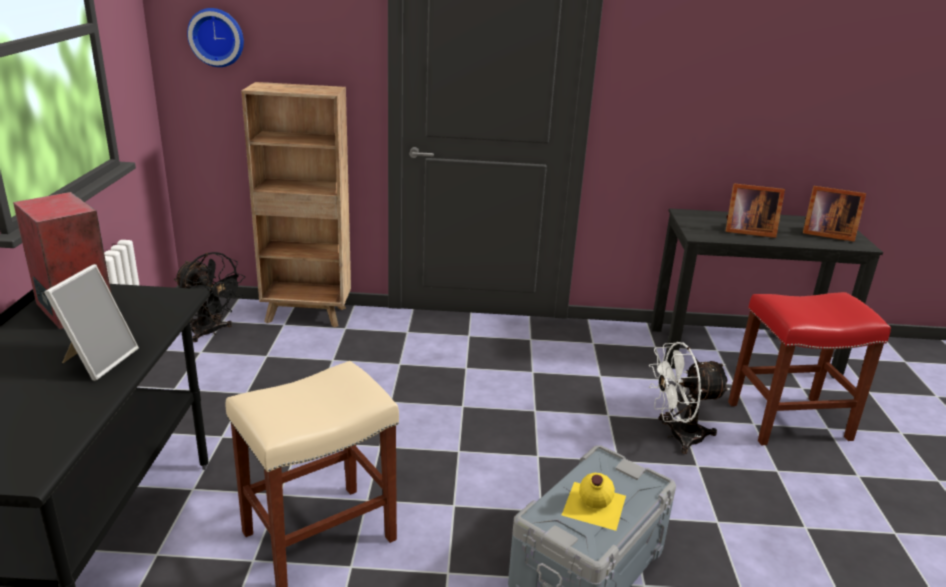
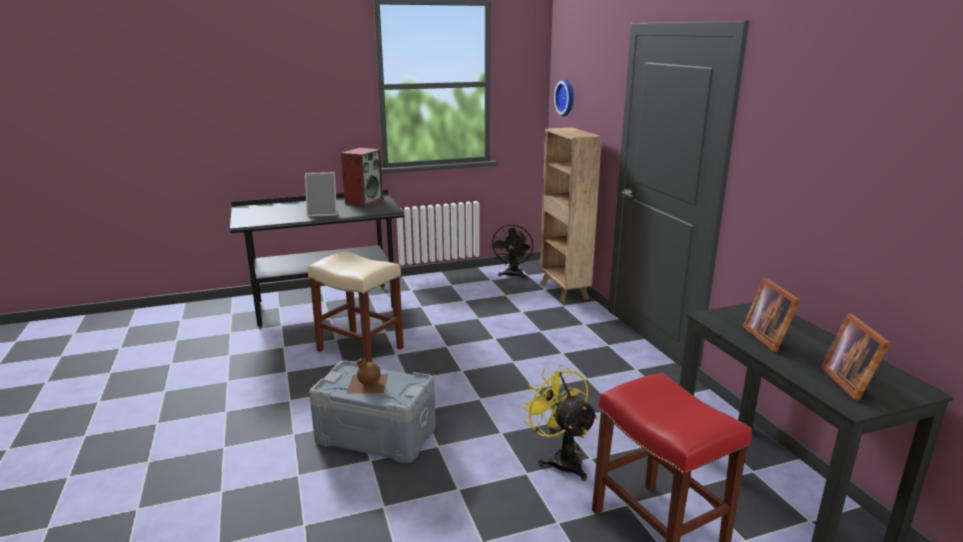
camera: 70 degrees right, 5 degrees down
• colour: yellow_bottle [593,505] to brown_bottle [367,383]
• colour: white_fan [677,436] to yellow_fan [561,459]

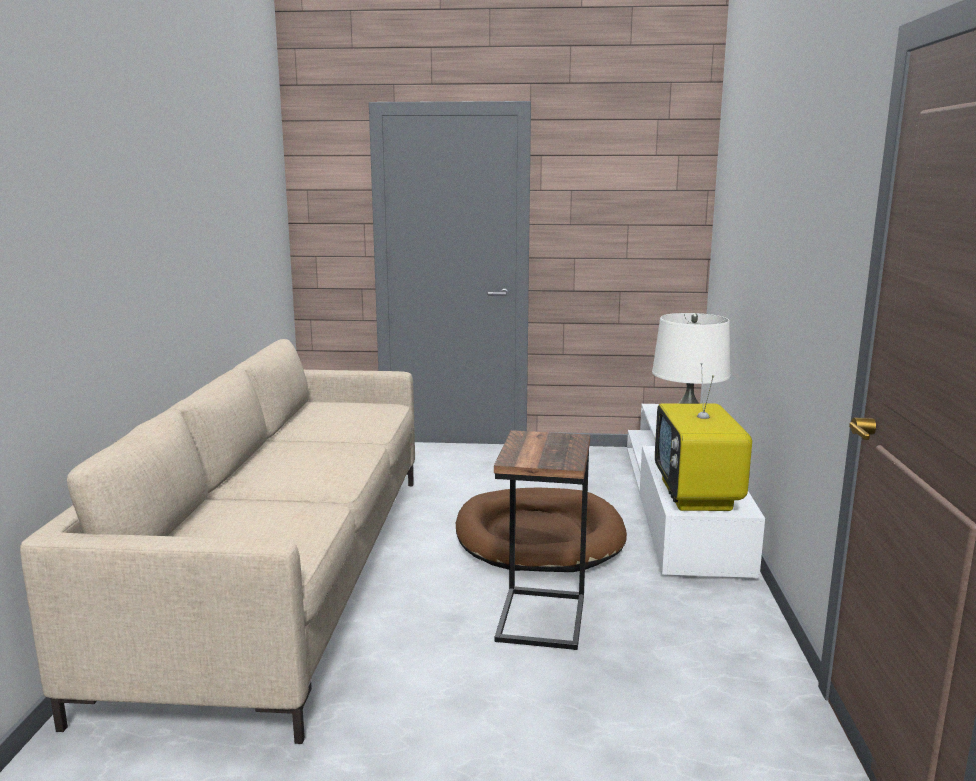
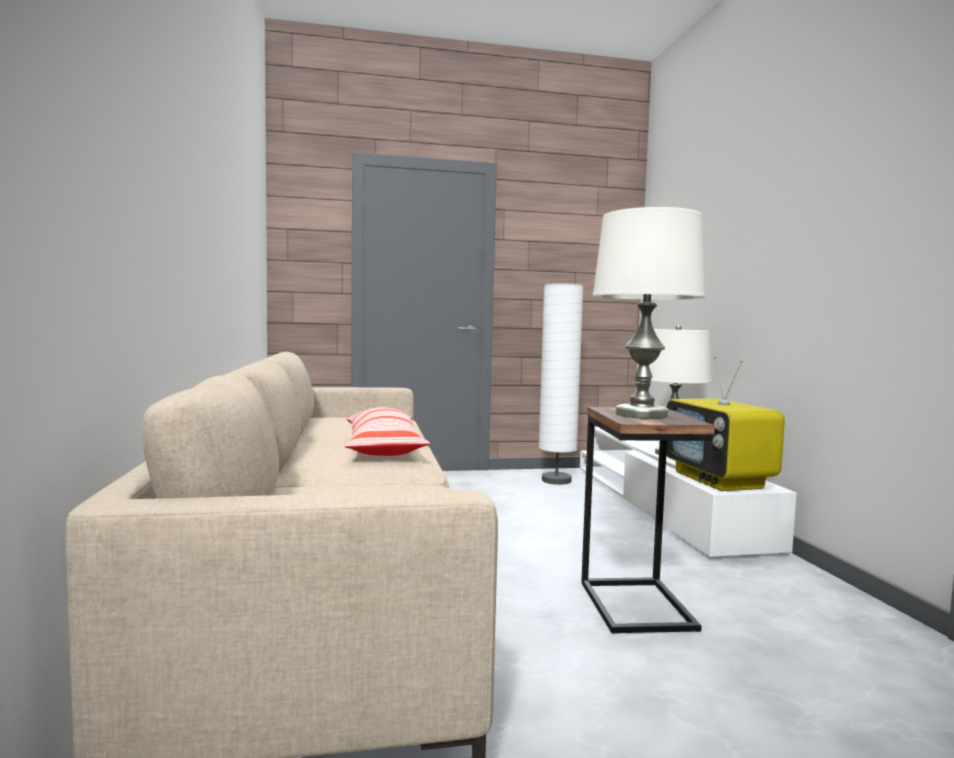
camera: 15 degrees left, 10 degrees down
• missing: brown_dog_bed [539,536]
• appeared: pillow [383,448]
• appeared: white_floor_lamp [556,480]
• appeared: white_table_lamp [641,415]

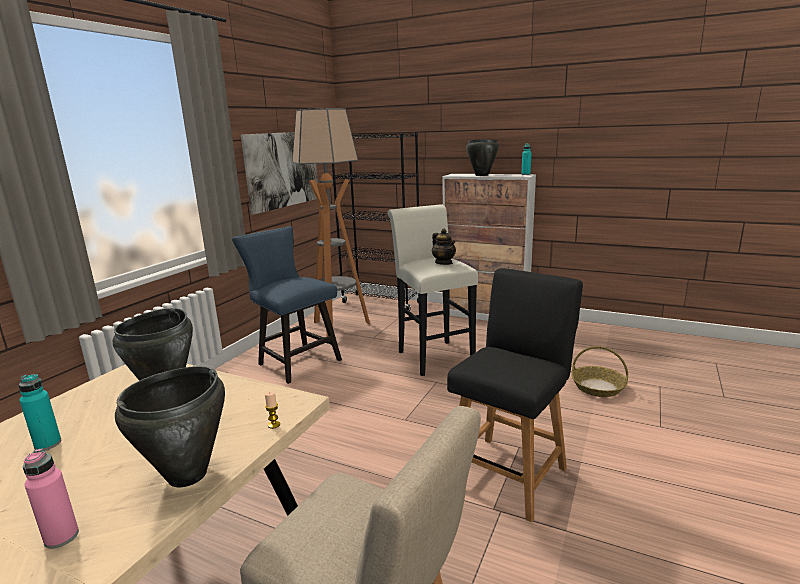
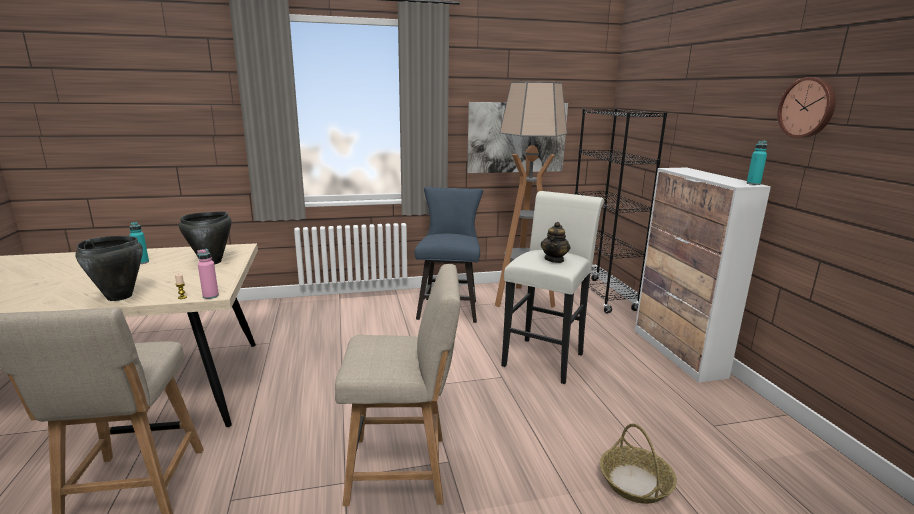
camera: 50 degrees right, 0 degrees up
• relocated: pink_bottle [61,537] to [210,296]
• colour: black_chair [509,472] to beige_chair [403,469]
• missing: black_cooking_pot [481,175]
• appeared: wall_clock [808,108]

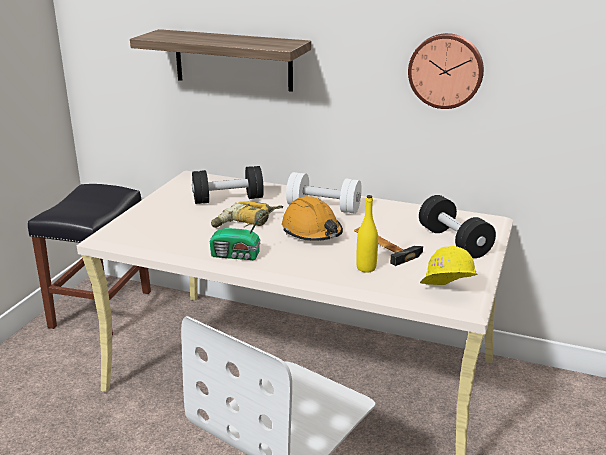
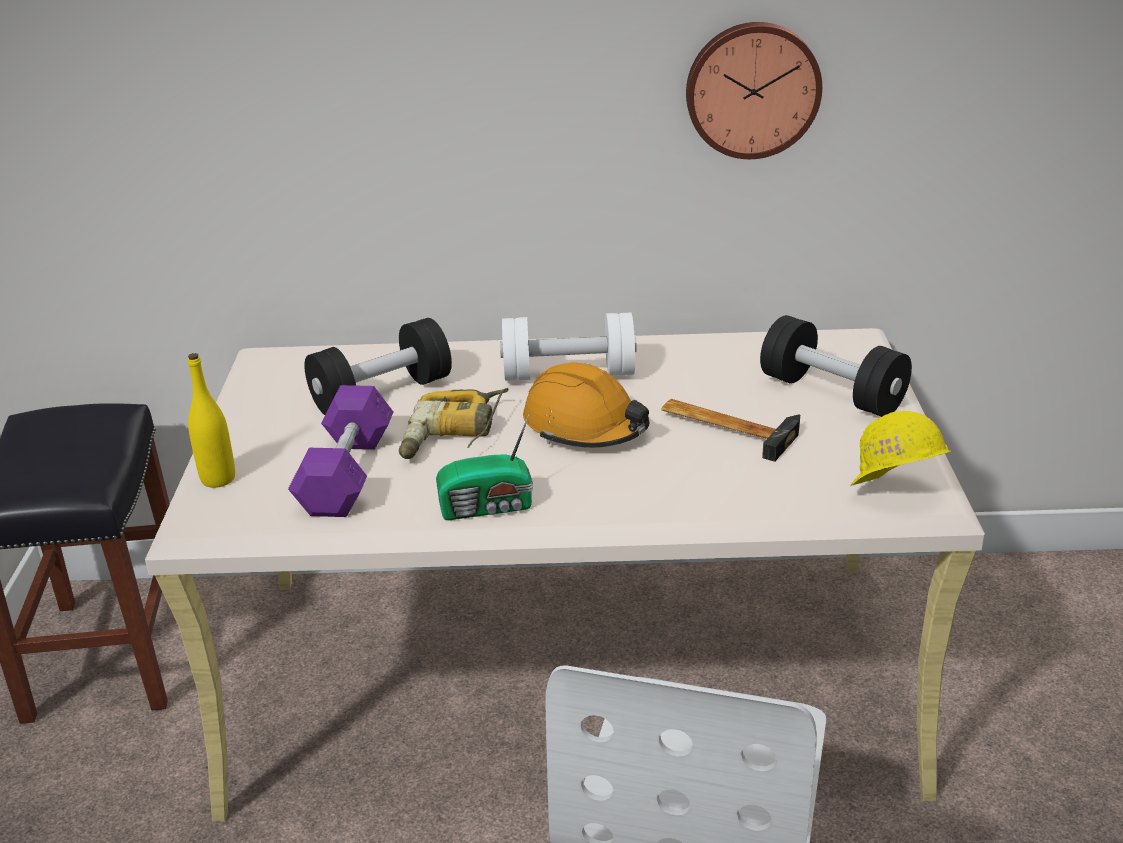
camera: 20 degrees left, 5 degrees up
• missing: shelf [233,60]
• relocated: yellow_bottle [366,268] to [218,479]
• appeared: purple_dumbbell [346,474]

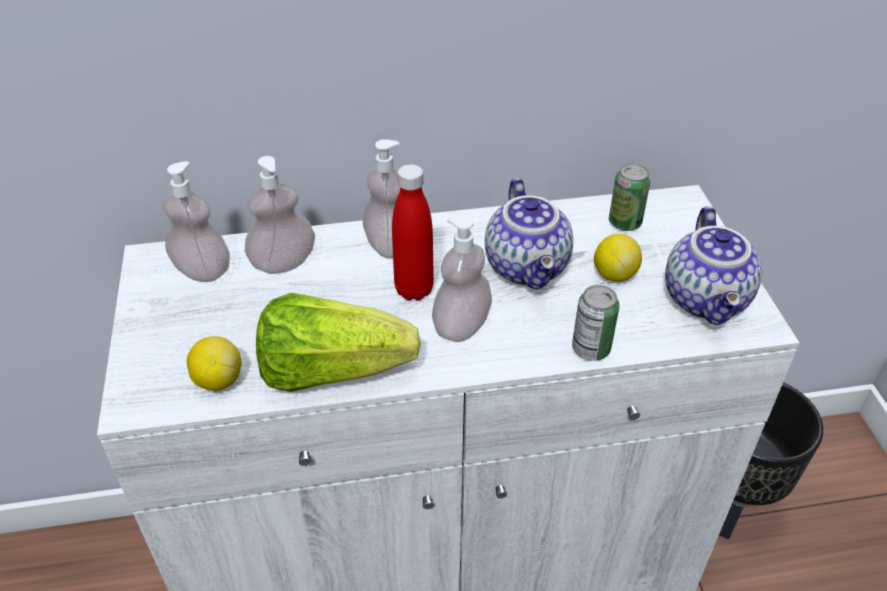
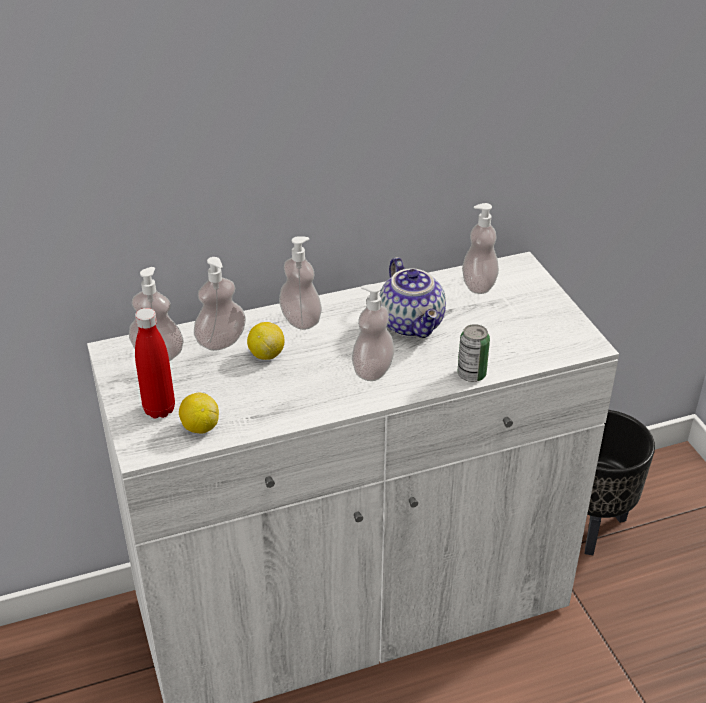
camera: 10 degrees left, 5 degrees down
• missing: lettuce [331,371]
• relocated: red_bottle [414,290] to [159,410]
• relocated: lemon [614,274] to [266,354]
• exchanged: can [624,223] to soap_dispenser [478,285]
• missing: teapot [707,300]

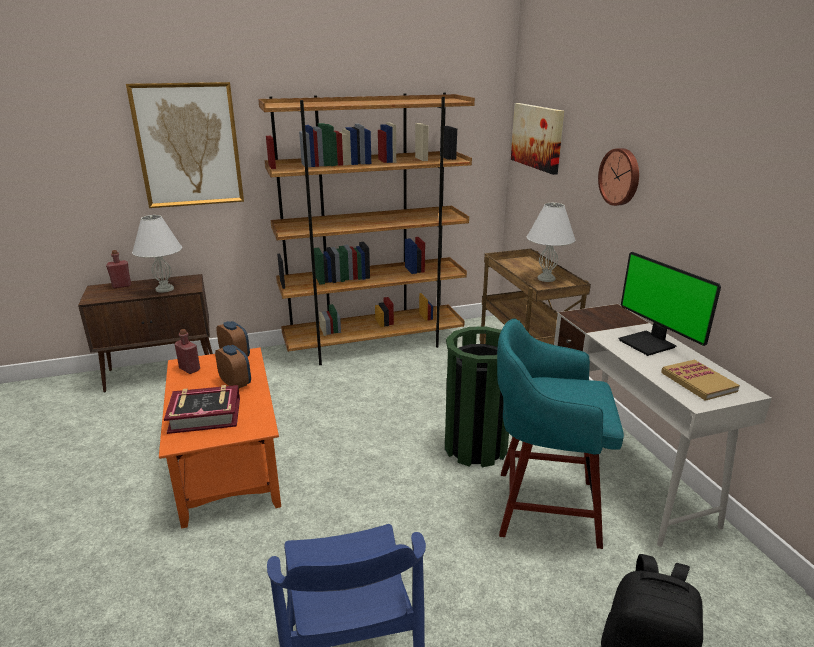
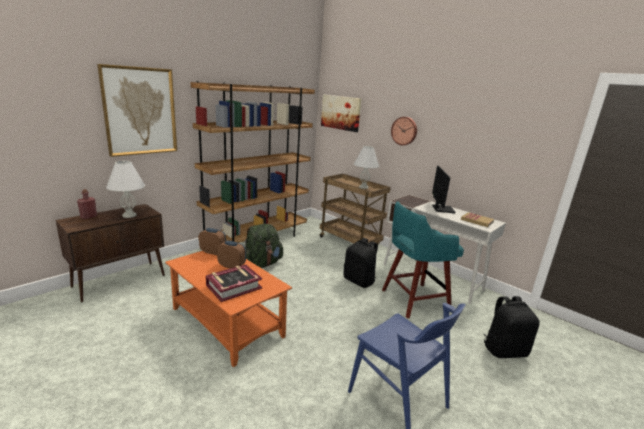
camera: 30 degrees left, 5 degrees down
• missing: red_bottle [189,369]
• exchanged: green_trash_can [475,447] to black_backpack [359,281]
• spun: monitor [649,343] = [441,209] 120 degrees counterclockwise
• appeared: green_backpack [262,264]

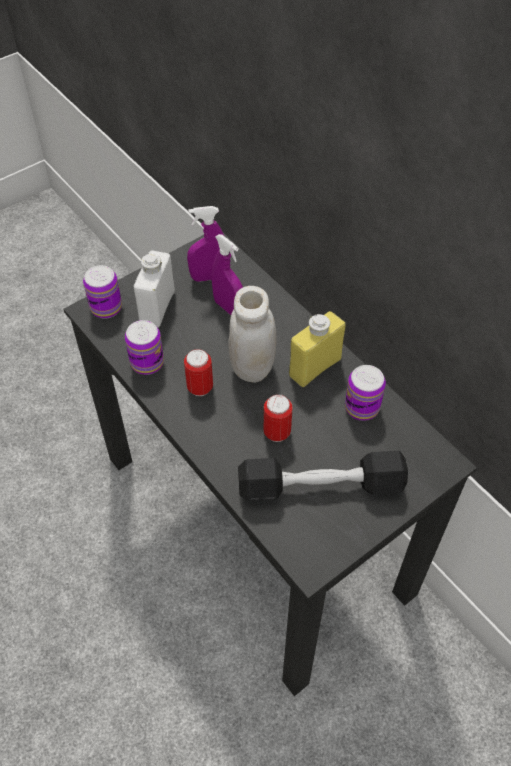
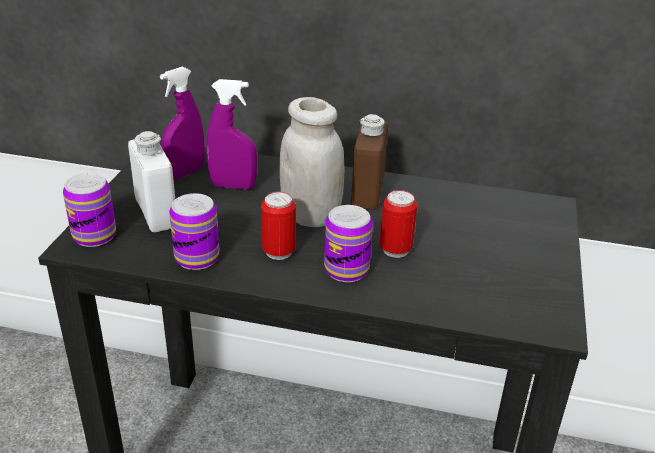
camera: 40 degrees left, 20 degrees down
• missing: black_dumbbell [320,486]
• colour: yellow_bottle [315,367] to brown_bottle [367,193]
• relocated: can [362,407] to [346,270]

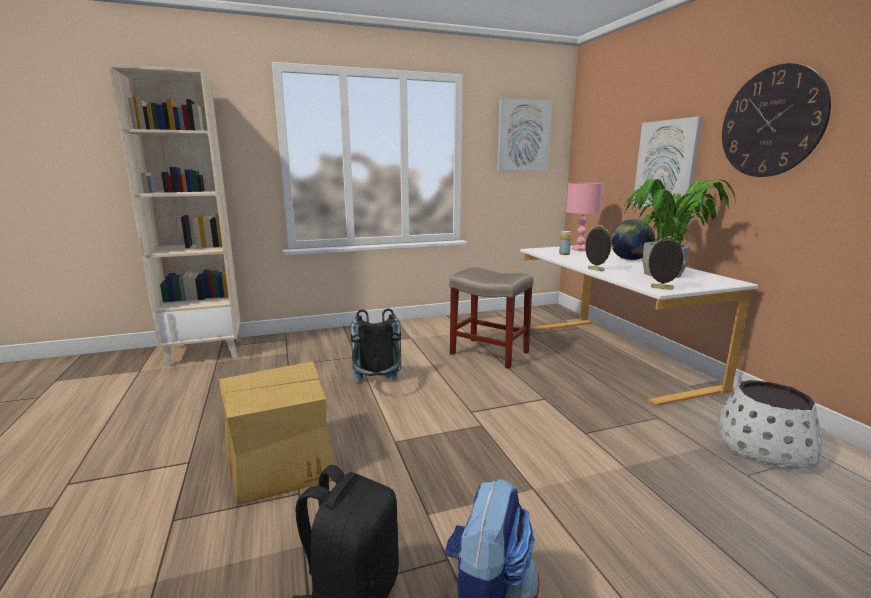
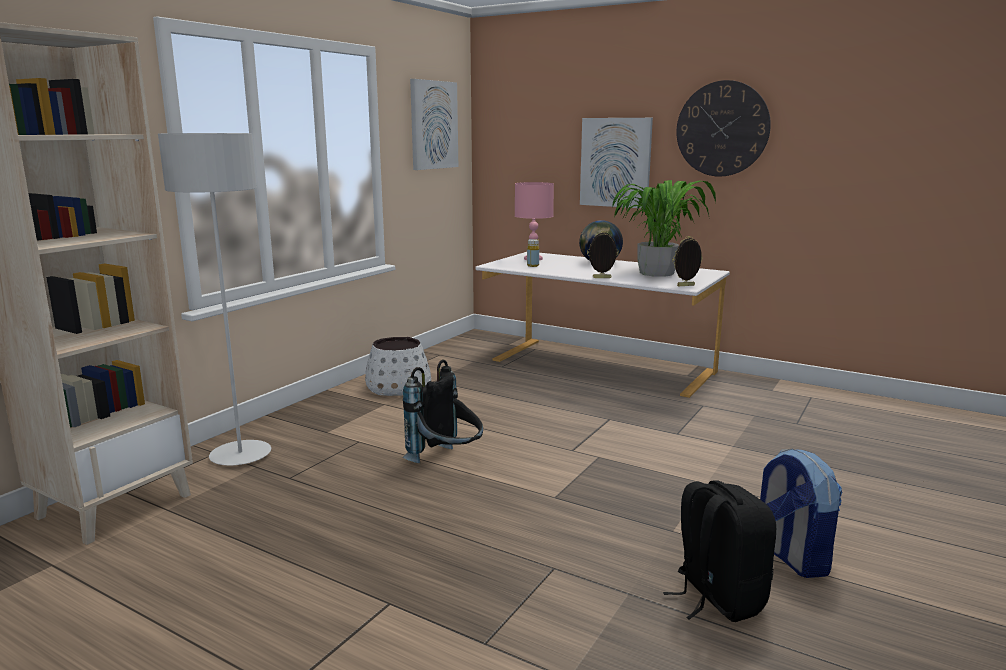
camera: 40 degrees left, 0 degrees up
• missing: cardboard_box [283,460]
• missing: beige_stool [488,353]
• relocated: white_planter [763,447] to [398,387]
• appeared: grey_floor_lamp [240,455]

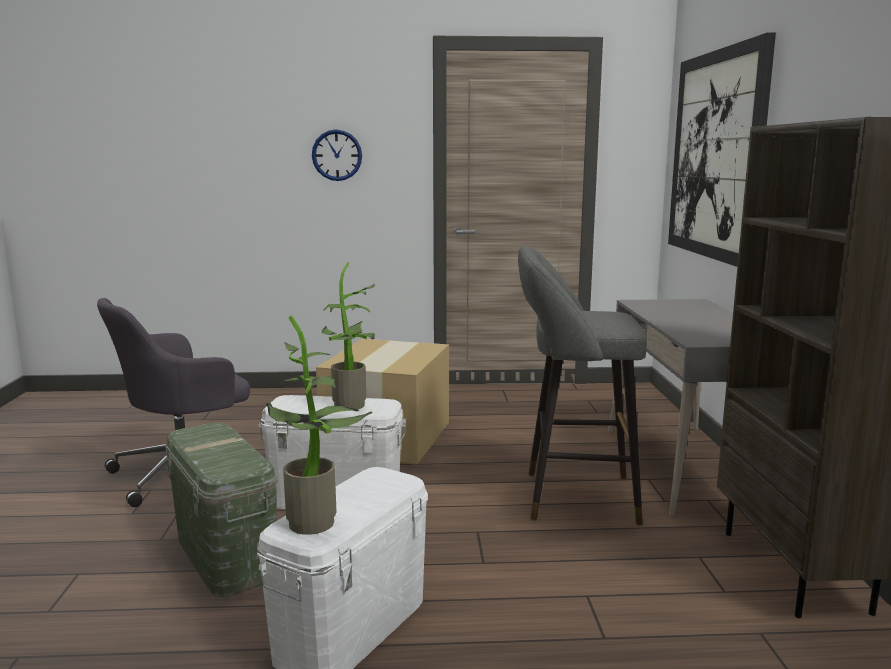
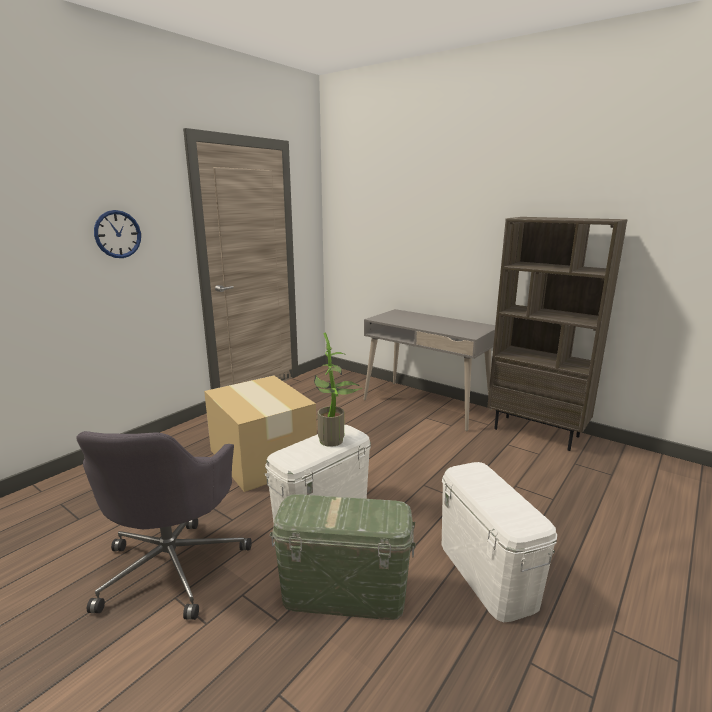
camera: 50 degrees left, 5 degrees up
• missing: potted_plant [319,521]
• missing: grey_stool [572,497]
• missing: picture [716,155]

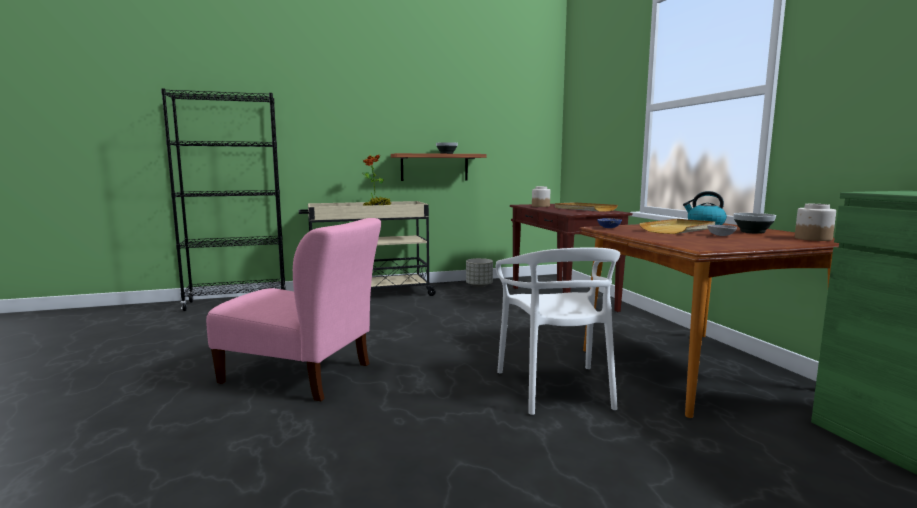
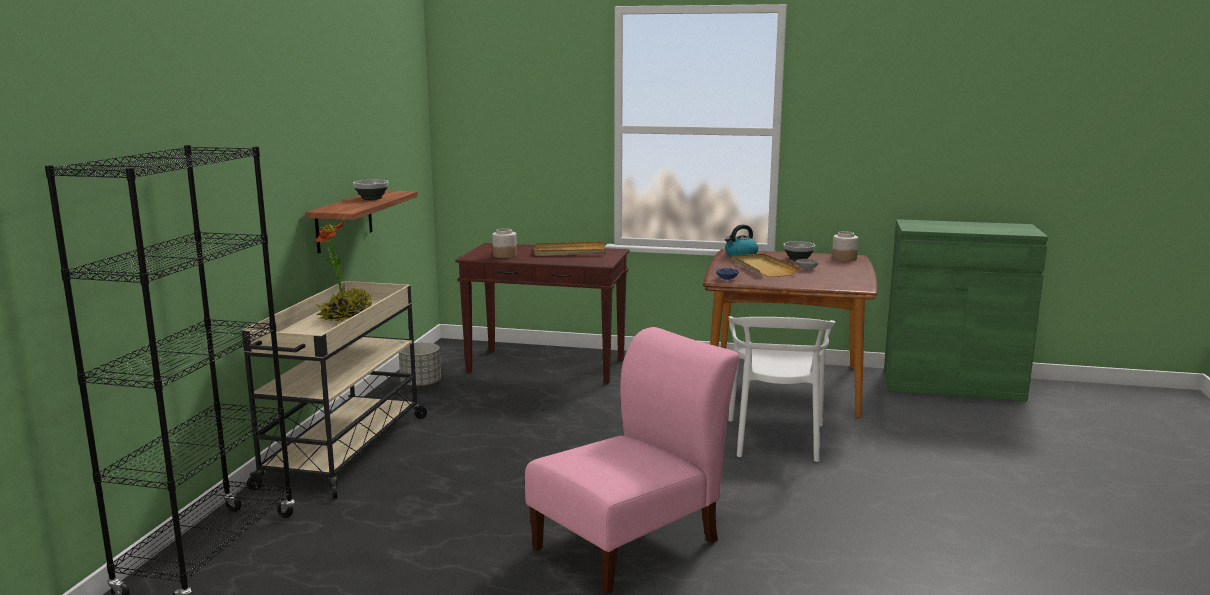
camera: 60 degrees left, 5 degrees up
• spun: white_chair [556,388] = [776,439] 75 degrees clockwise

